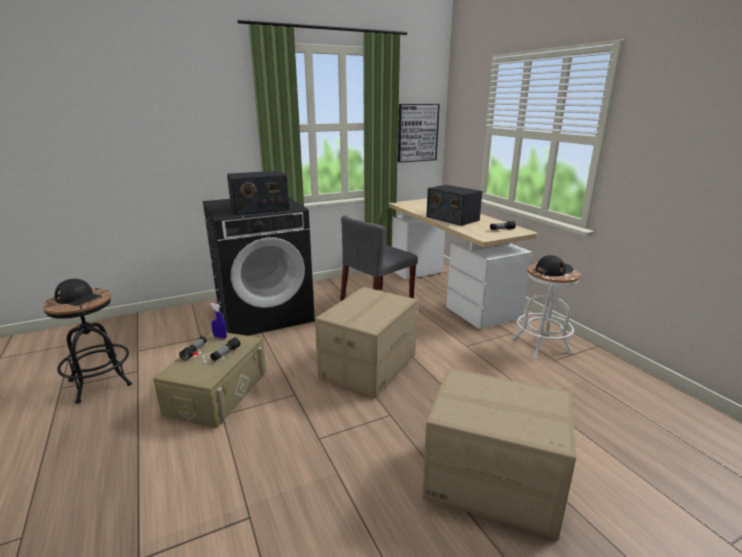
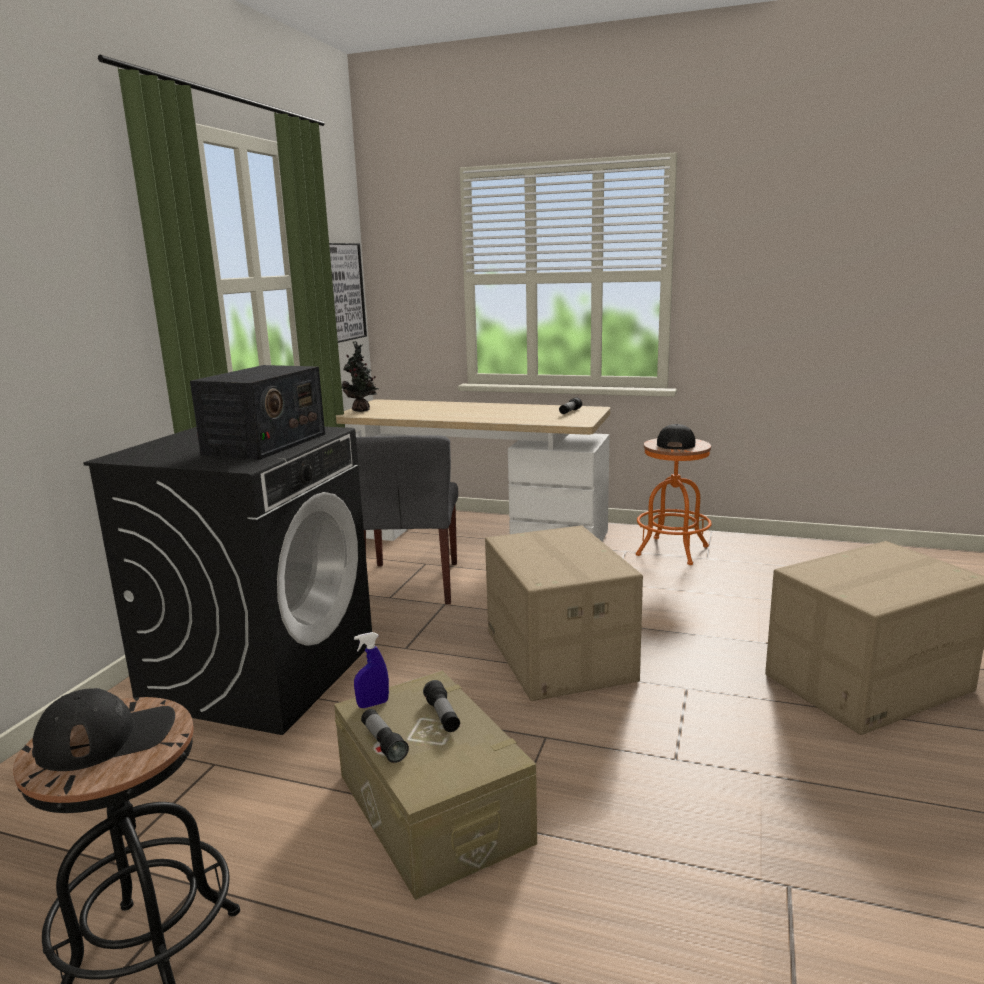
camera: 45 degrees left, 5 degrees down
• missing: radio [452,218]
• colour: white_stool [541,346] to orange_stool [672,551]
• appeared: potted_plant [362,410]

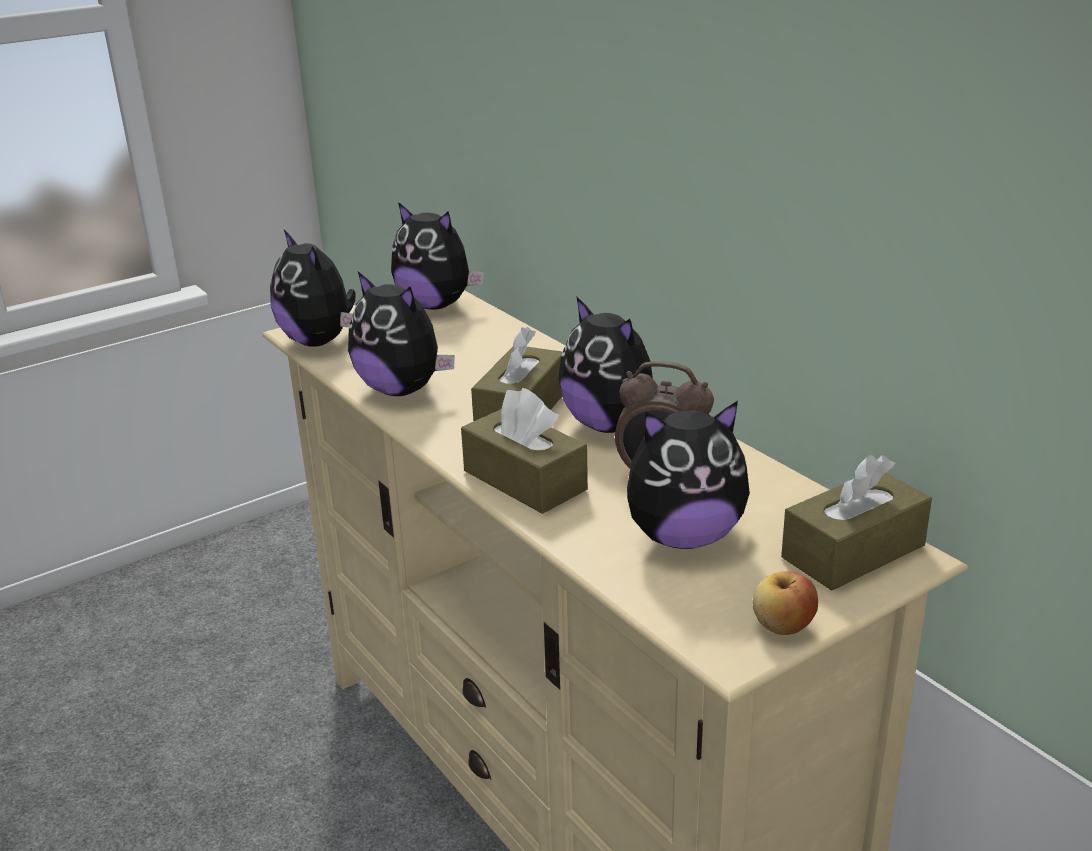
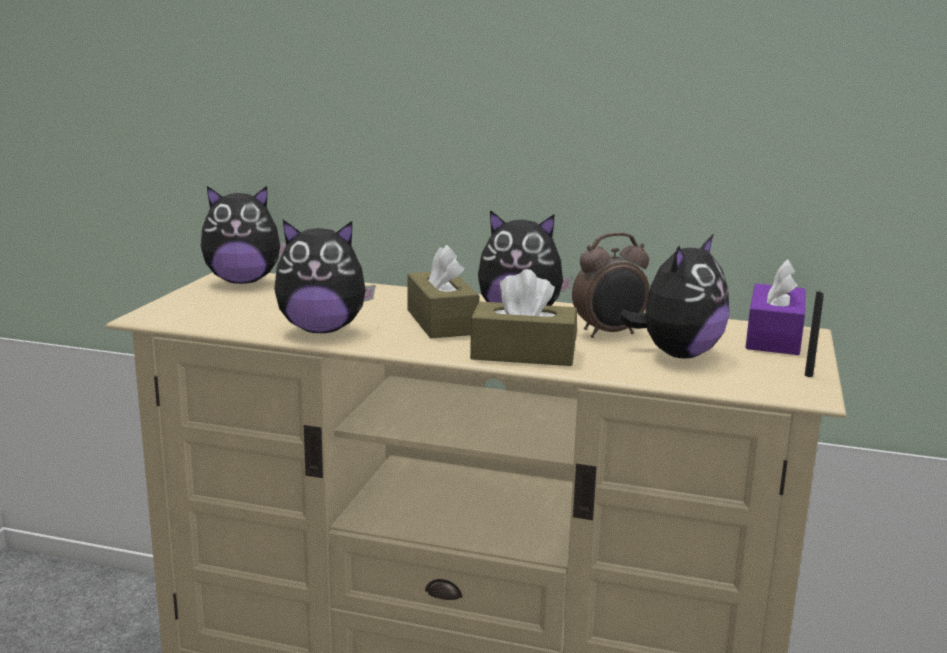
camera: 40 degrees left, 10 degrees down
• missing: plush_toy [320,341]
• exchanged: apple [783,626] to black_candle [808,375]
• colour: brown_tissue_box [853,551] to purple_tissue_box [773,337]

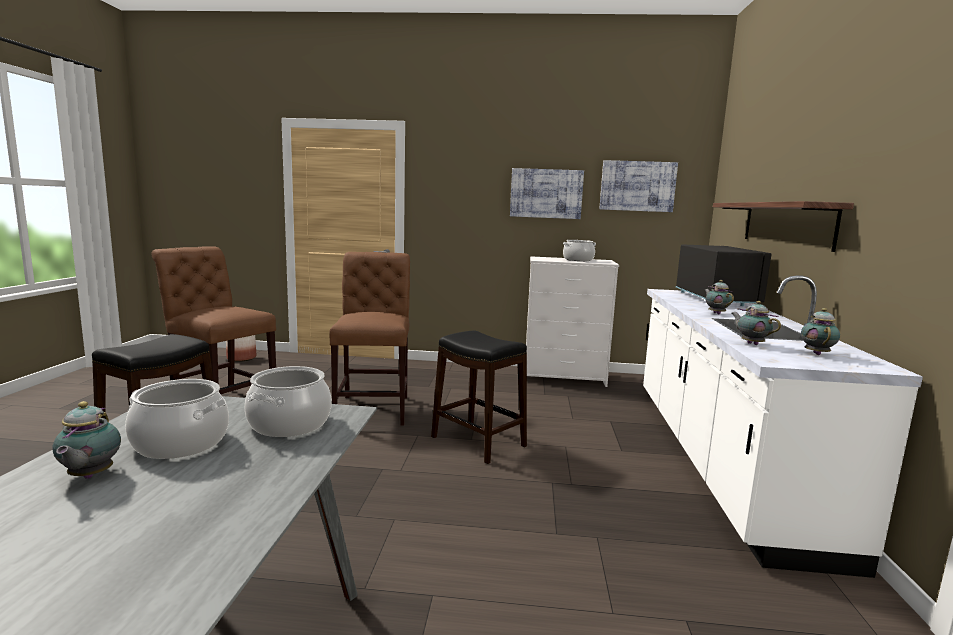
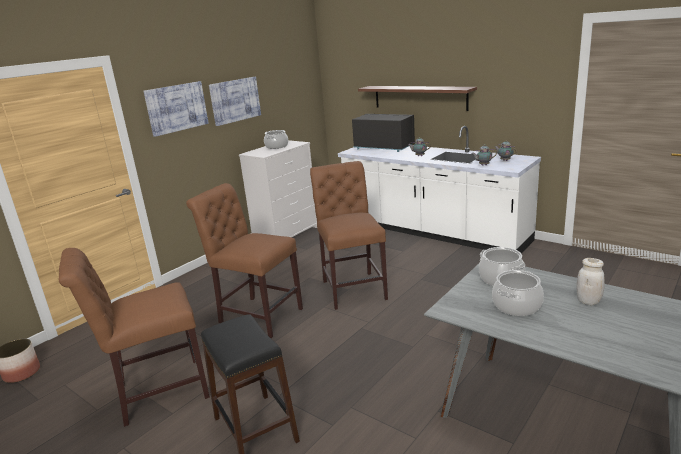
camera: 55 degrees left, 10 degrees up
• missing: teapot [89,476]
• exchanged: black_stool [478,441] to brown_chair [353,287]
• relocated: picture [637,186] to [176,108]
• appeared: white_jar [588,301]

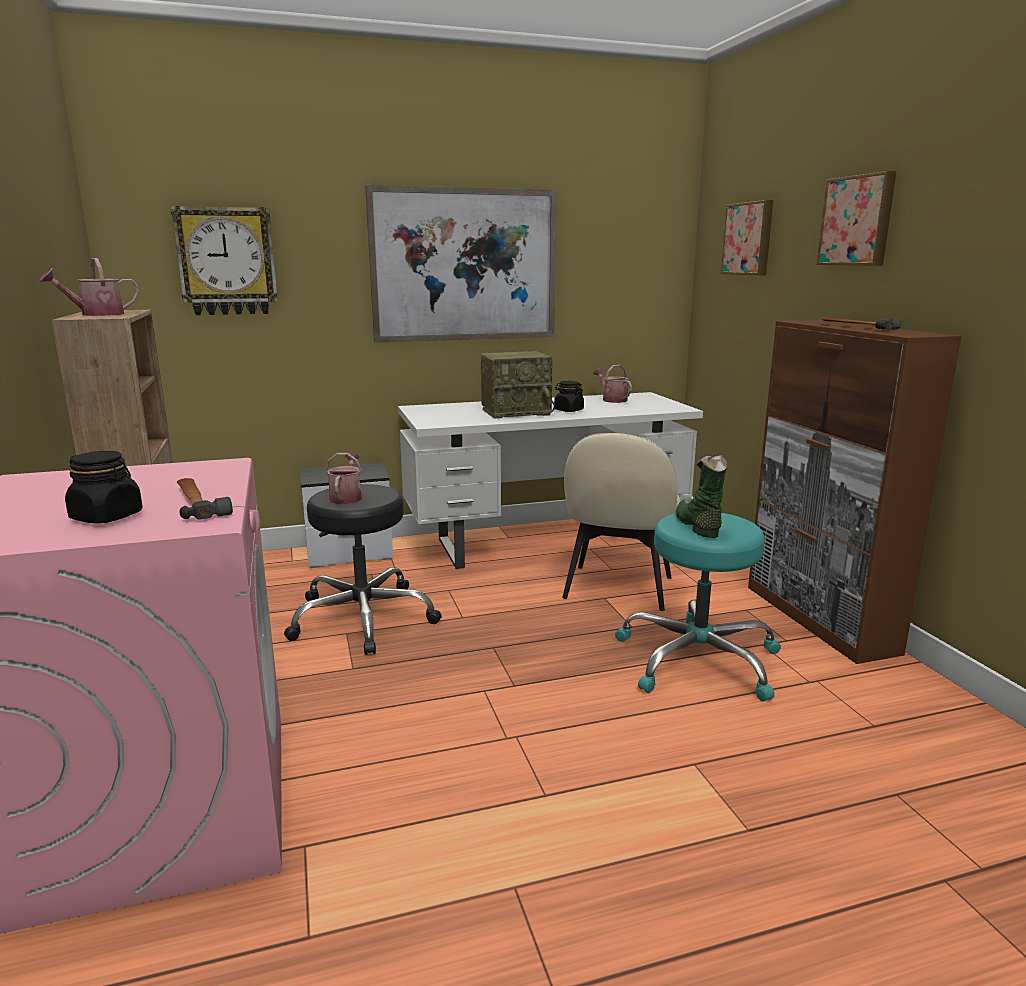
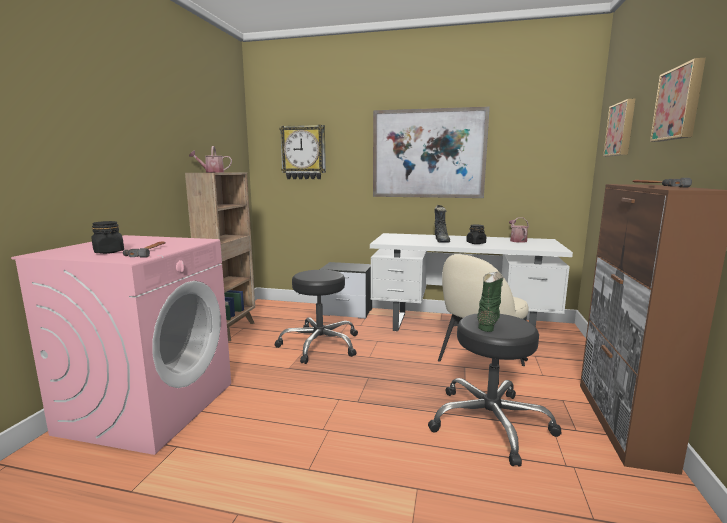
camera: 30 degrees right, 5 degrees down
• missing: watering_can [346,497]
• exchanged: radio [517,412] to black_boot [442,241]
• colour: turquoise_stool [698,659] to black_stool [490,422]

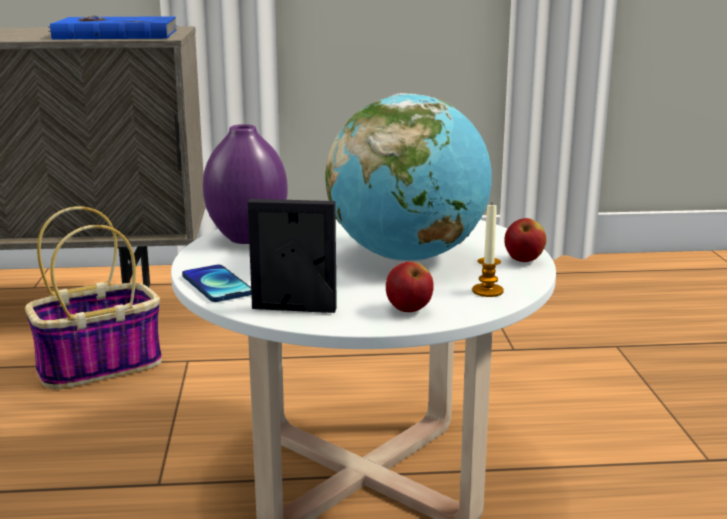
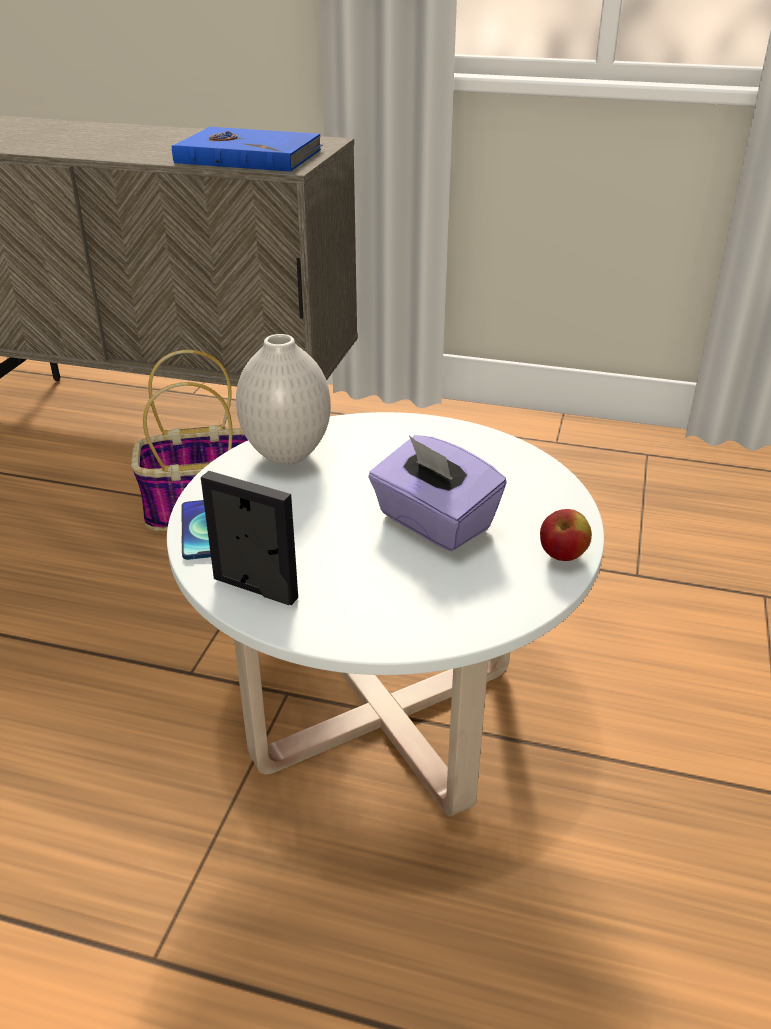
camera: 20 degrees right, 15 degrees up
• colour: purple_vase [248,239] to white_vase [287,455]
• exchanged: globe [408,257] to purple_tissue_box [433,522]
• missing: apple [409,310]
• missing: candle [487,291]

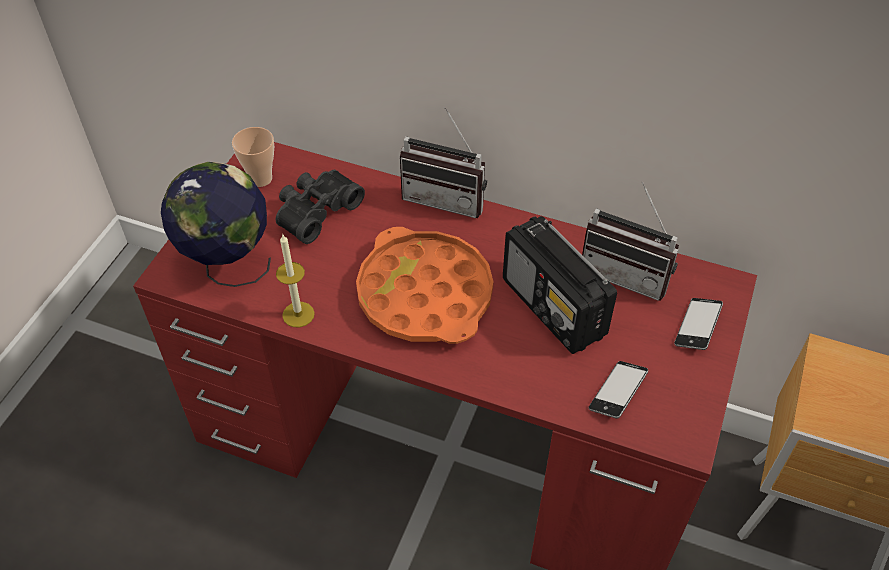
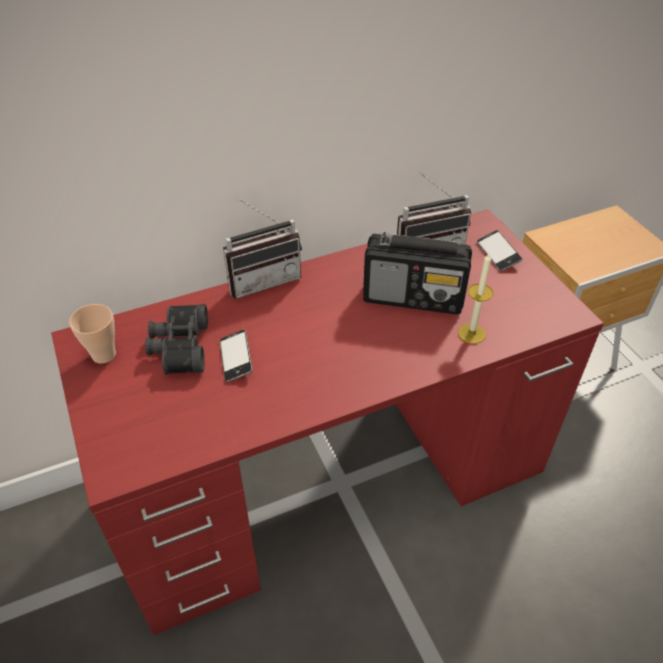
camera: 45 degrees left, 5 degrees down
• missing: globe [228,265]
• relocated: candle [298,314] to [471,333]
• missing: orange_tray [424,295]
• relocated: phone [617,392] to [236,359]

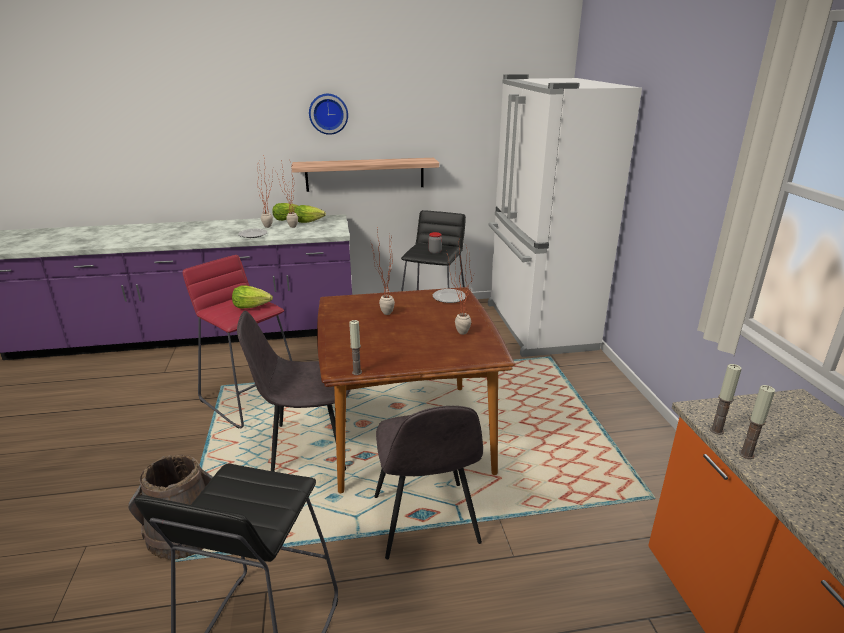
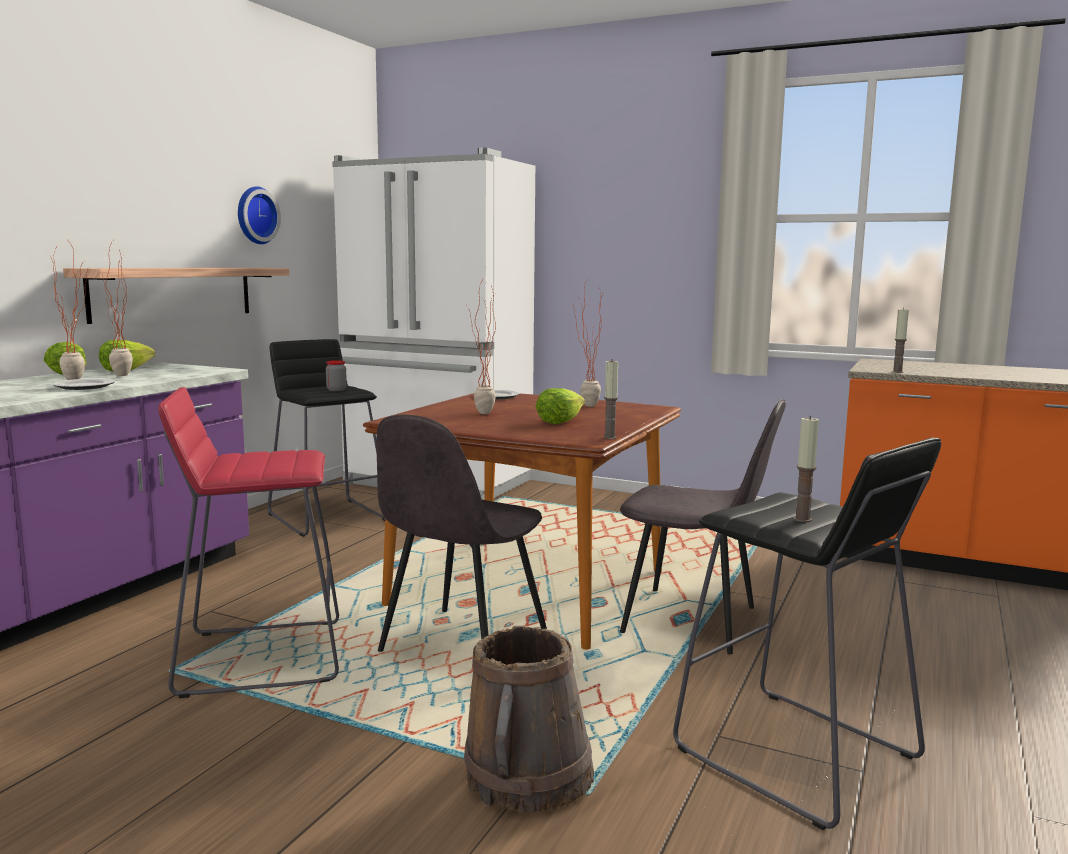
camera: 55 degrees left, 15 degrees down
• relocated: lettuce [252,306] to [559,421]
• relocated: wall_clock [328,113] to [255,215]
• relocated: candle [746,454] to [802,519]

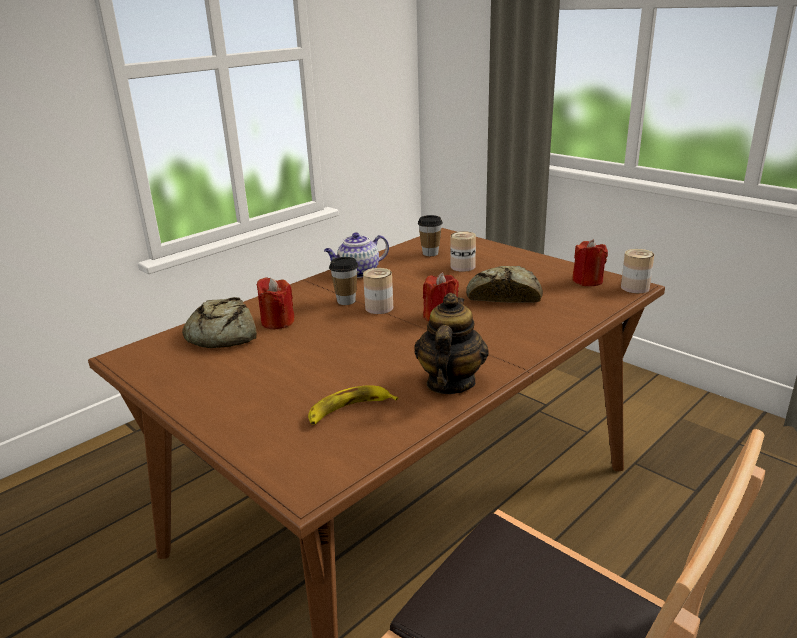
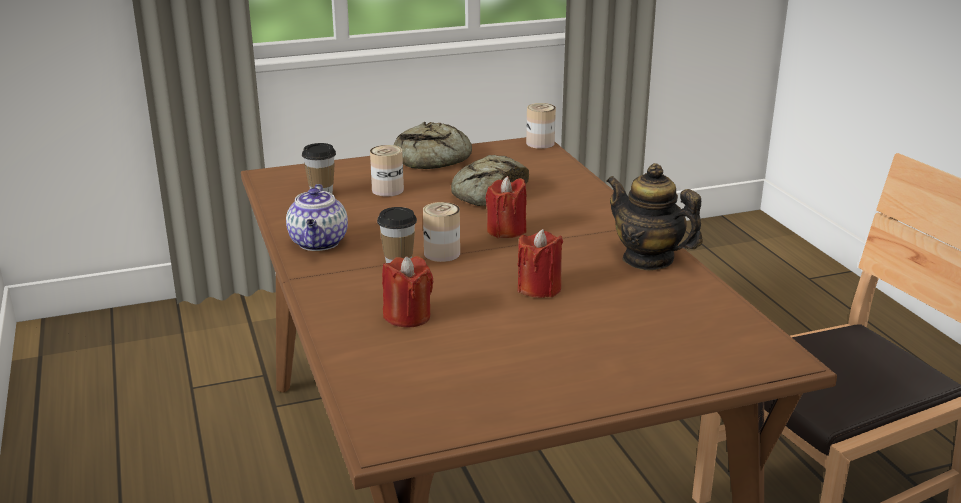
camera: 65 degrees left, 0 degrees up
• relocated: bread [221,334] to [433,158]
• missing: banana [349,410]
• relocated: red_candle [587,281] to [539,288]

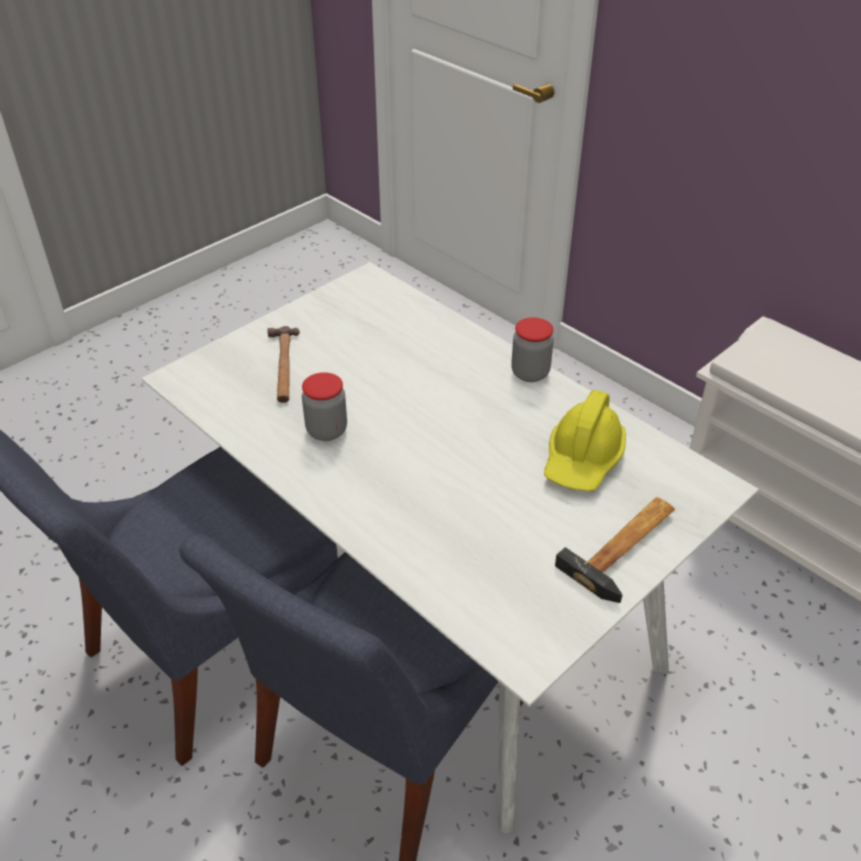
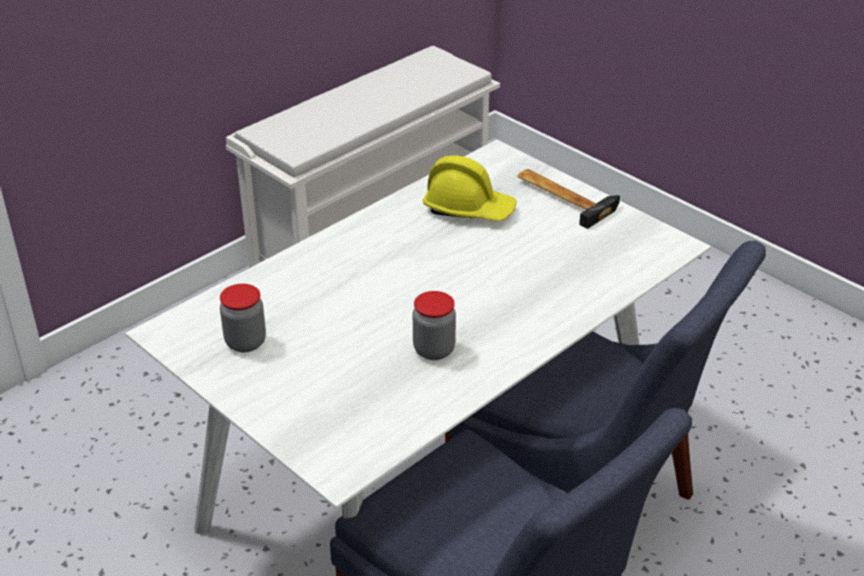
camera: 90 degrees left, 5 degrees down
• missing: hammer [283,366]
• relocated: jar [530,373] to [245,342]

